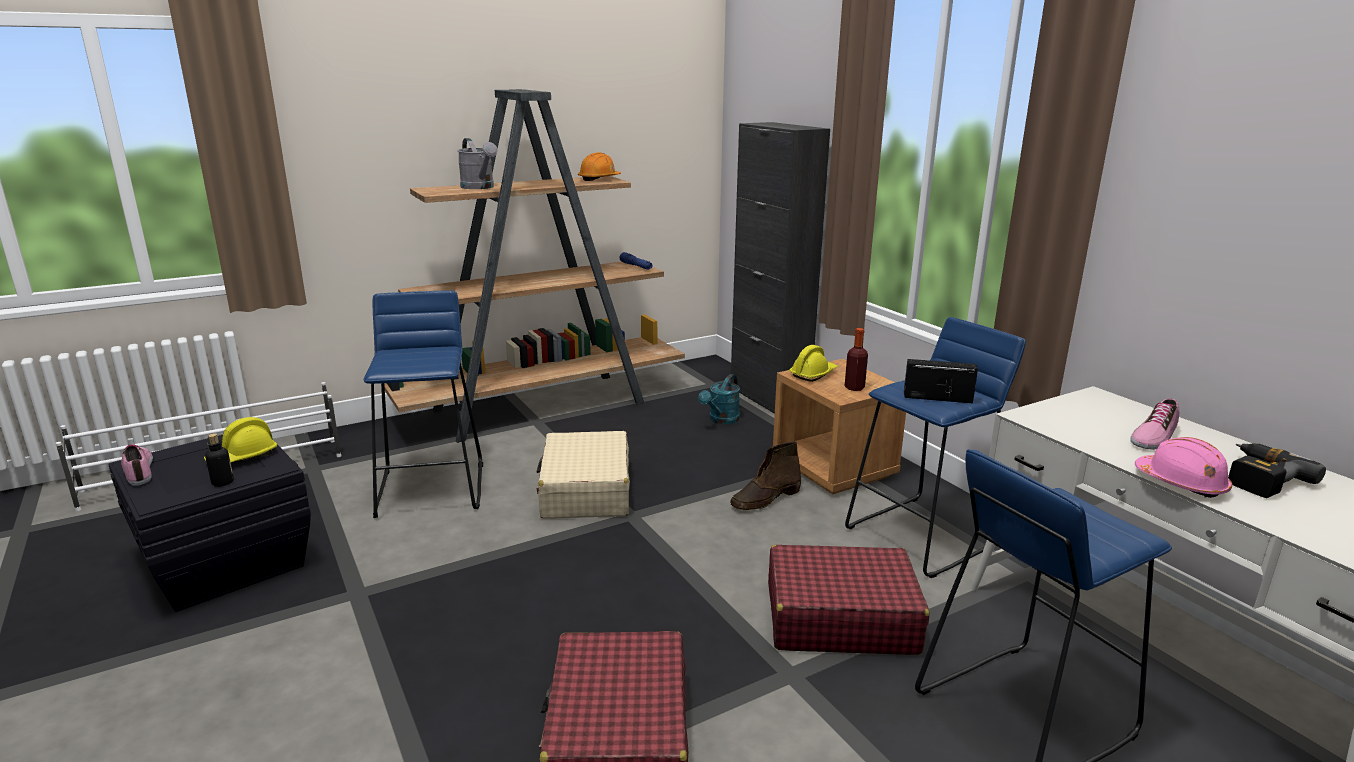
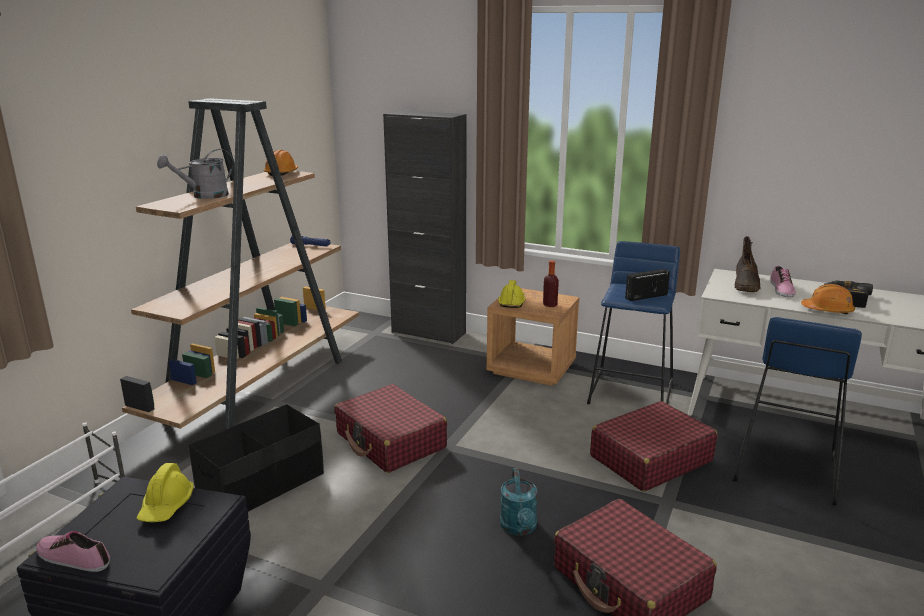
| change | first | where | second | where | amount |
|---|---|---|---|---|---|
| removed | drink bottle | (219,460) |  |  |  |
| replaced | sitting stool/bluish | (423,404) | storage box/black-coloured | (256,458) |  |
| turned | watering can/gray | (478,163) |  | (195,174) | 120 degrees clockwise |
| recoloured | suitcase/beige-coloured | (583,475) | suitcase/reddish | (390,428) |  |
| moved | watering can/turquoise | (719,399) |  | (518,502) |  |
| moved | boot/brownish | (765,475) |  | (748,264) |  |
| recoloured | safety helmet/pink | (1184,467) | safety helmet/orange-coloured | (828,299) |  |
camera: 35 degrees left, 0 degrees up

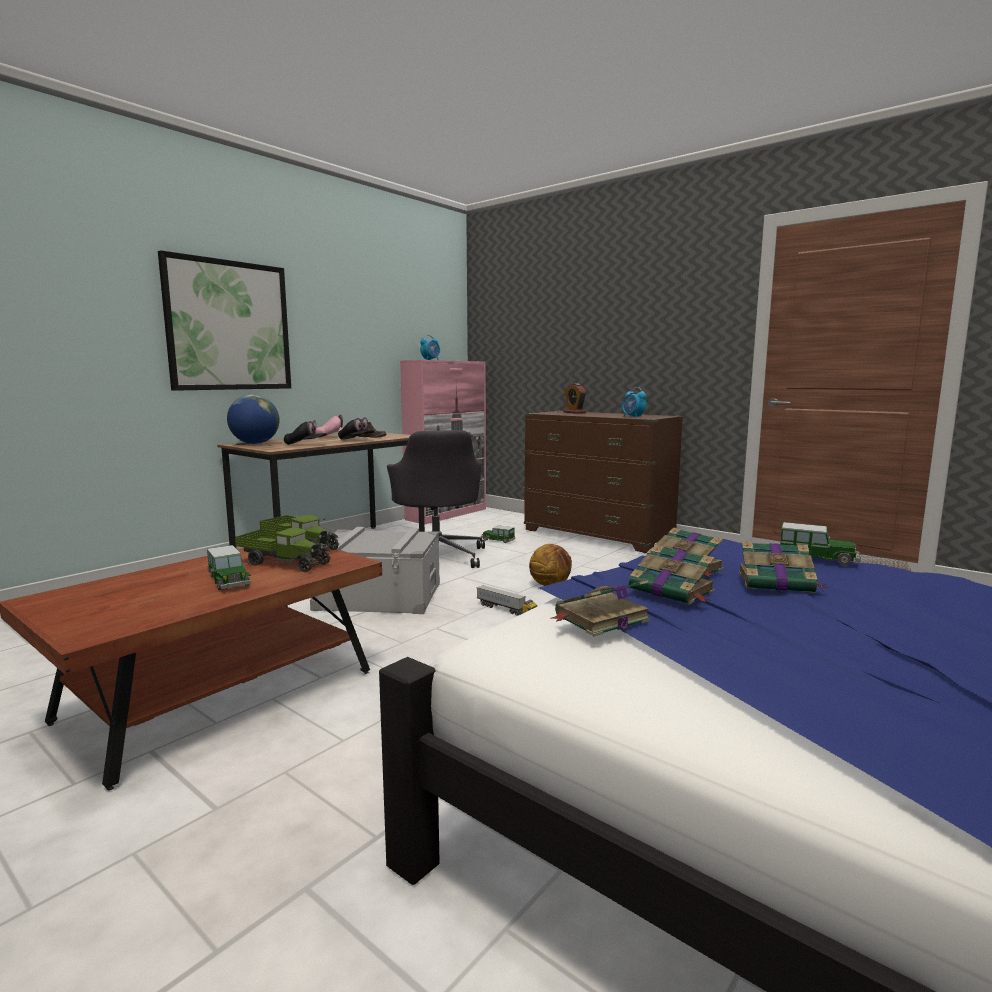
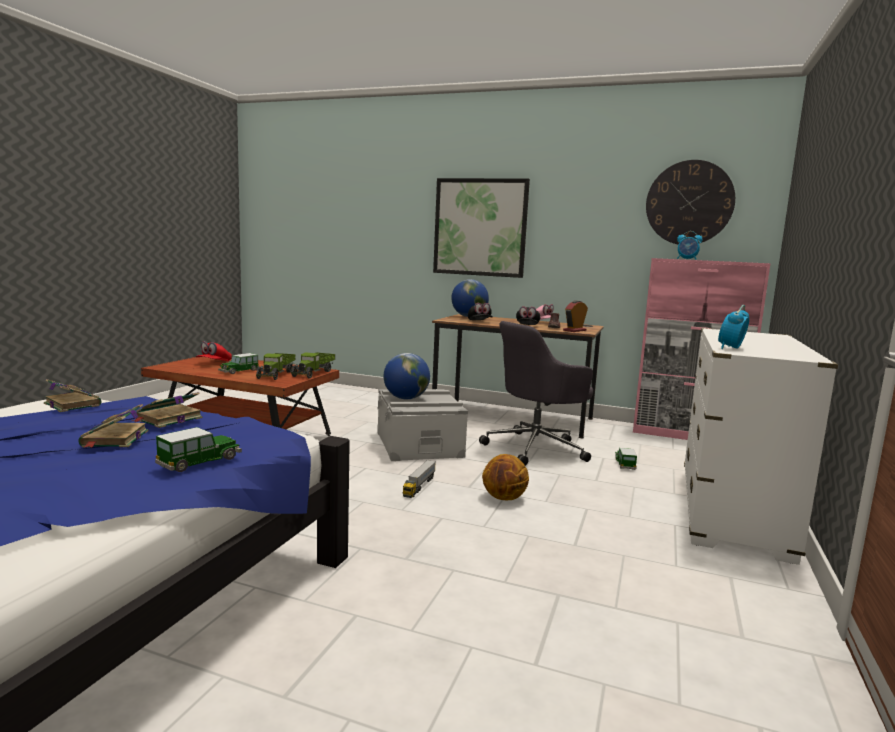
| change | first | where | second | where | amount |
|---|---|---|---|---|---|
| recoloured | drawer chest/brownish | (603,482) | drawer chest/white | (761,446) |  |
| moved | alarm clock | (575,398) |  | (575,316) |  |
| removed | book | (672,575) |  |  |  |
| turned | model car | (820,543) |  | (198,449) | 150 degrees counterclockwise |
| added |  |  | peaked cap/reddish | (214,351) |  |
| added |  |  | globe | (407,376) |  |
| added |  |  | hanging clock | (690,202) |  |
camera: 70 degrees right, 0 degrees up

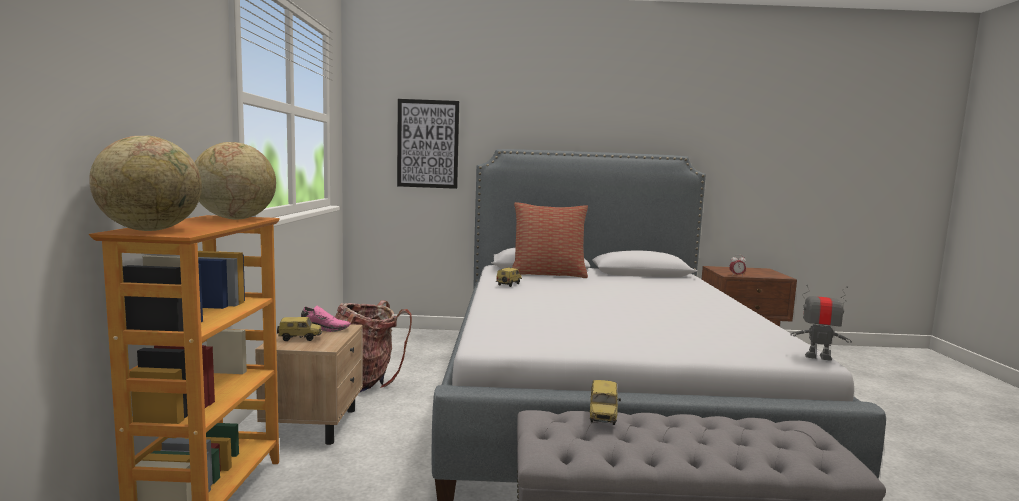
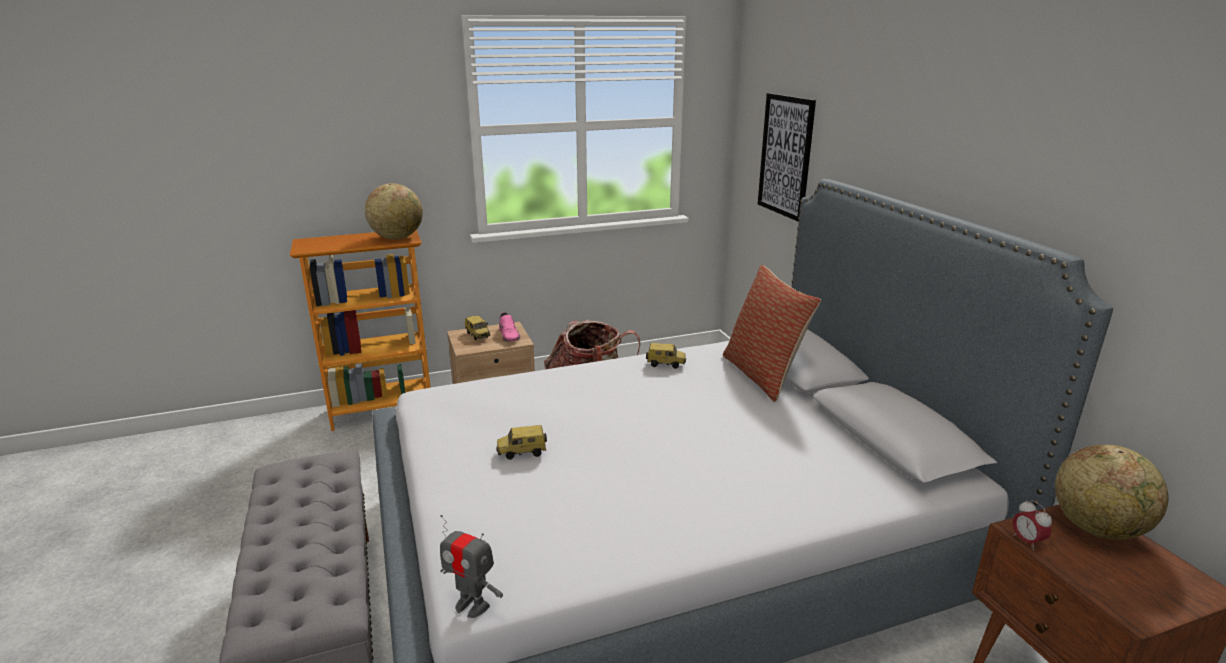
| change | first | where | second | where | amount |
|---|---|---|---|---|---|
| moved | globe | (145,183) |  | (1112,492) |  |
| moved | model car | (605,402) |  | (521,442) |  |
| turned | robot figure | (821,322) |  | (471,566) | 120 degrees clockwise |
camera: 70 degrees right, 15 degrees up

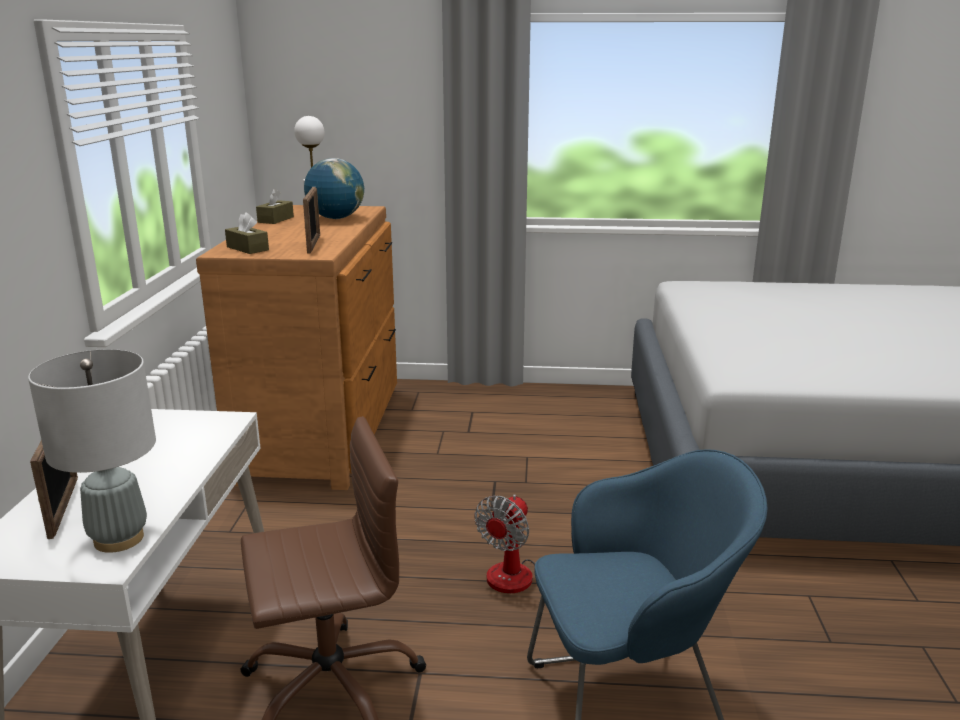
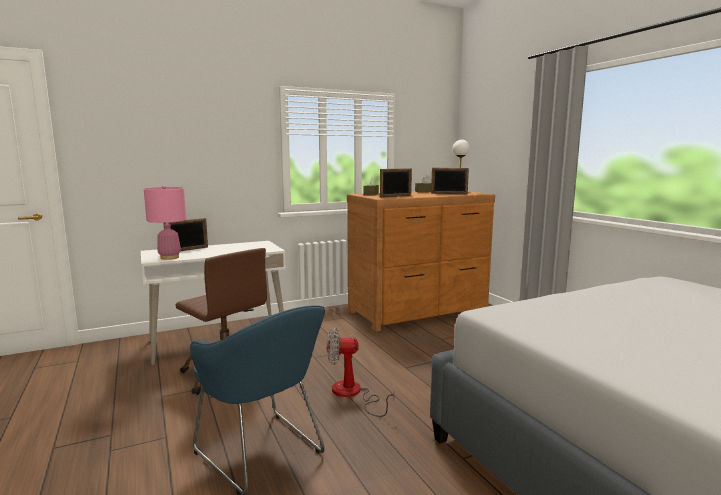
| change | first | where | second | where | amount |
|---|---|---|---|---|---|
| recoloured | tabletop lamp/gray | (92,451) | tabletop lamp/pink | (165,222) |  |
| replaced | globe | (334,188) | picture frame | (450,181) |  |
camera: 60 degrees right, 10 degrees down

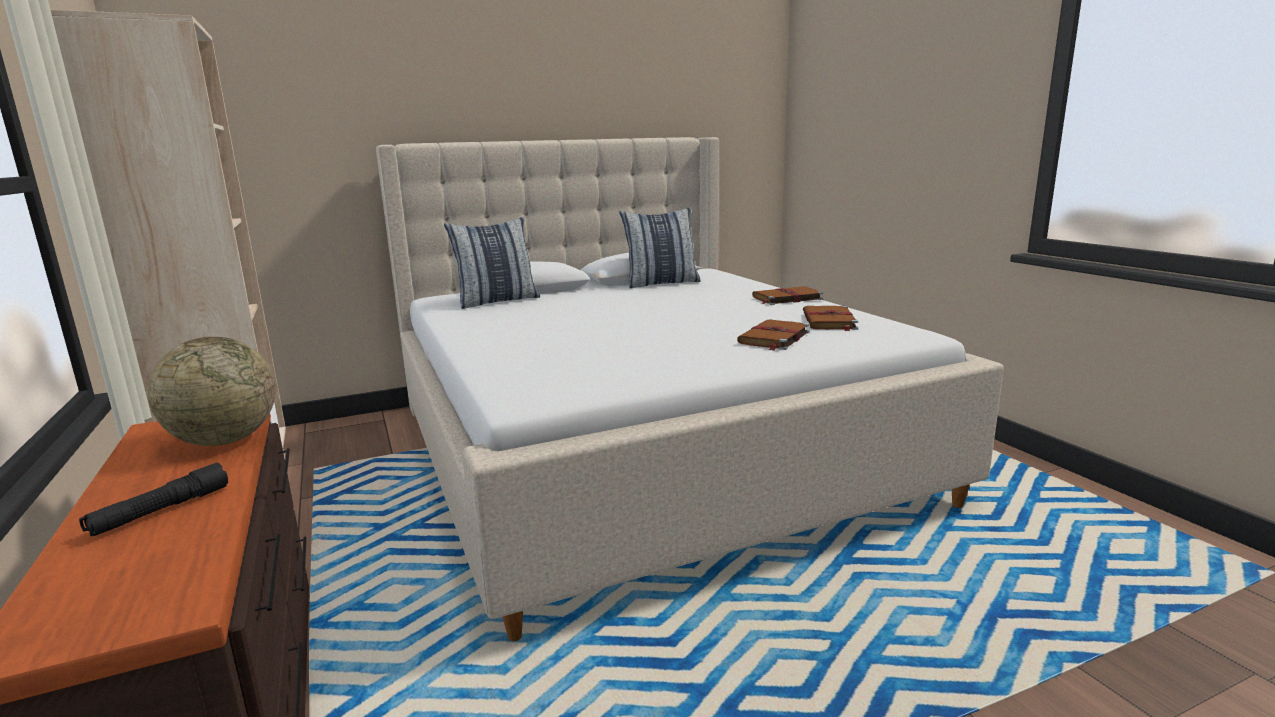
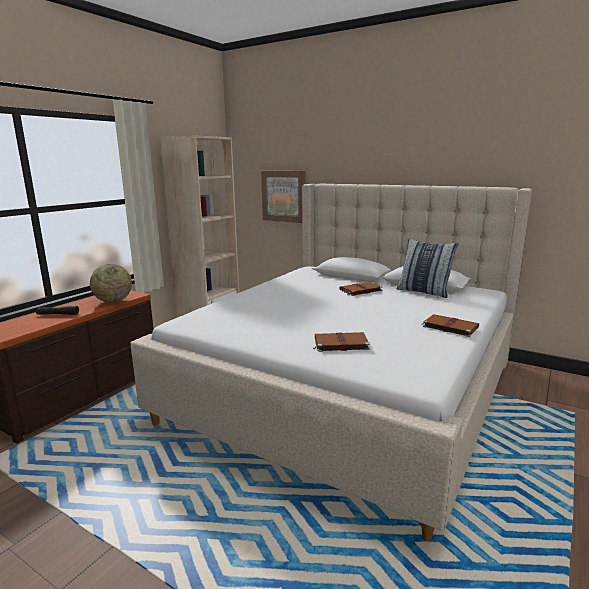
| change | first | where | second | where | amount |
|---|---|---|---|---|---|
| removed | pillow | (492,263) |  |  |  |
| moved | book/brownish | (830,318) |  | (361,289) |  |
| added |  |  | picture | (283,197) |  |
camera: 55 degrees right, 0 degrees up

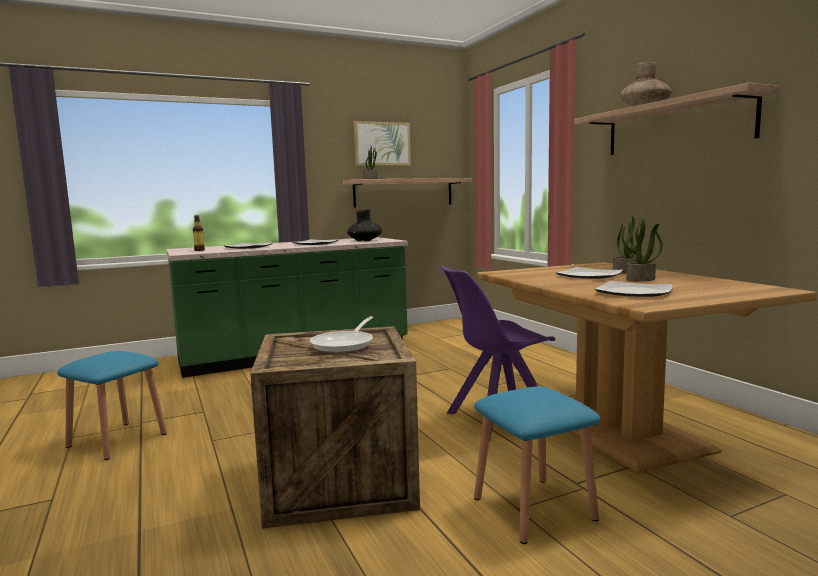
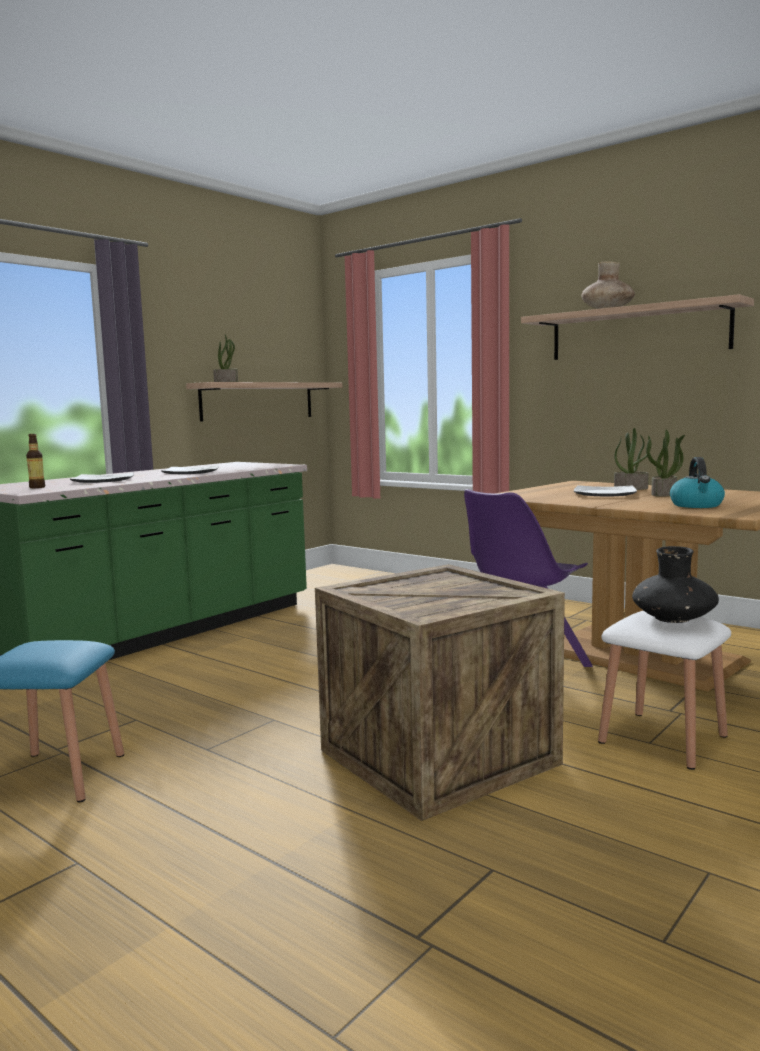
| change | first | where | second | where | amount |
|---|---|---|---|---|---|
| removed | frying pan | (341,334) |  |  |  |
| moved | vase/black-coloured | (364,225) |  | (675,584) |  |
| removed | picture | (382,143) |  |  |  |
| recoloured | sitting stool/bluish | (537,465) | sitting stool/white | (664,690) |  |
| replaced | flat dish | (634,289) | water kettle | (697,482) |  |
camera: 25 degrees left, 0 degrees up

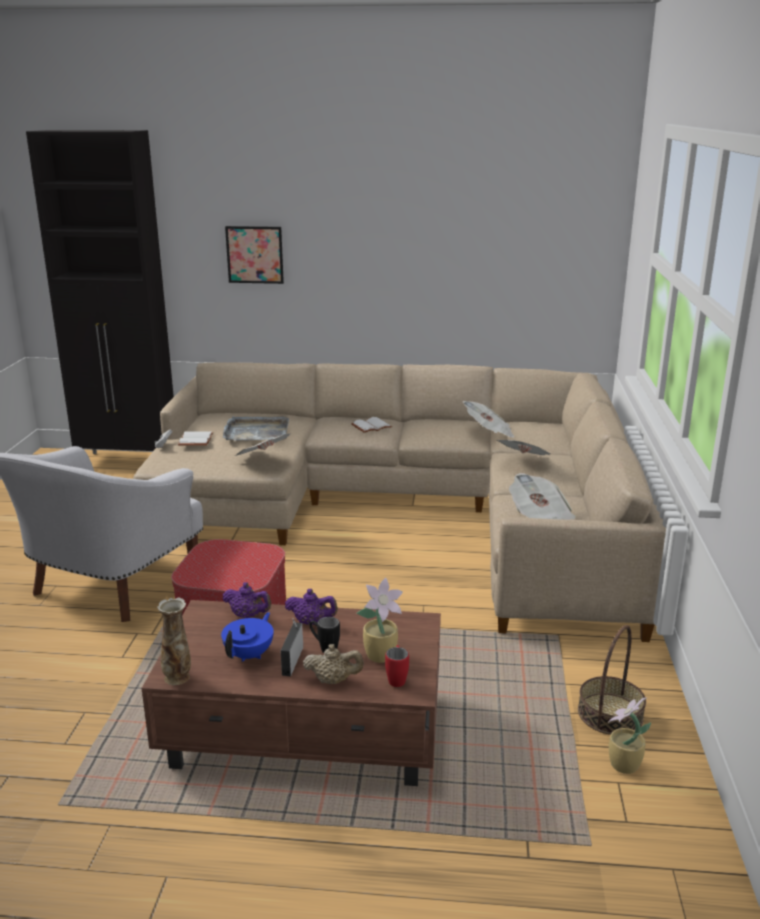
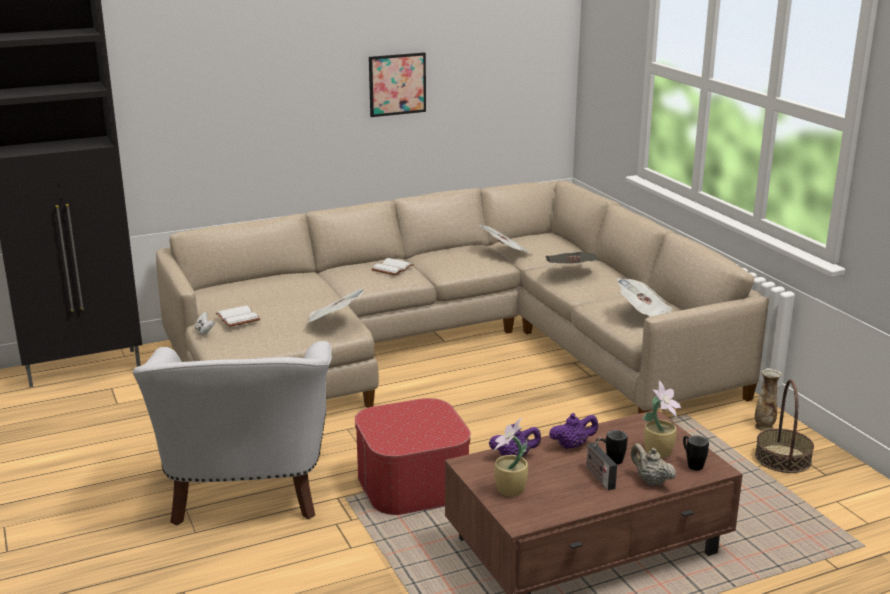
| change | first | where | second | where | amount |
|---|---|---|---|---|---|
| moved | vase | (174,641) |  | (768,399) |  |
| removed | teapot/bluish | (247,637) |  |  |  |
| removed | tray/gray | (256,428) |  |  |  |
| moved | picture | (254,255) |  | (397,85) |  |
| turned | teapot/beige-coloured | (333,664) |  | (653,464) | 105 degrees counterclockwise |
| recoloured | coffee mug/reddish | (397,666) | coffee mug/black-coloured | (696,453) |  |
| moved | potted plant | (629,736) |  | (511,457) |  |
camera: 30 degrees left, 0 degrees up

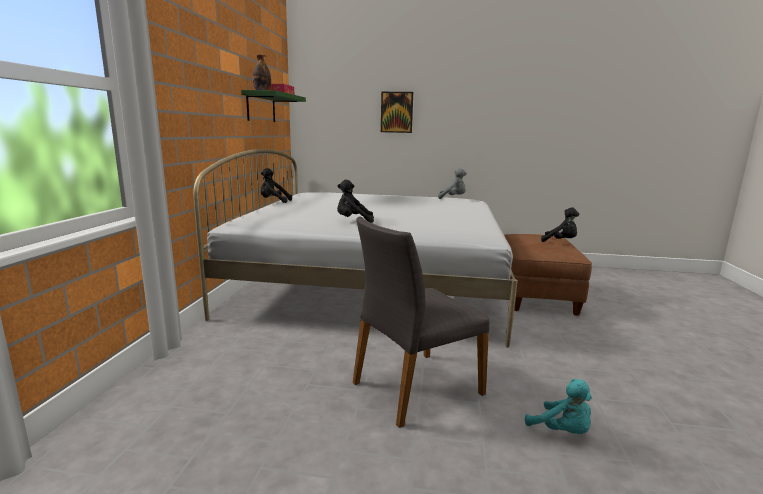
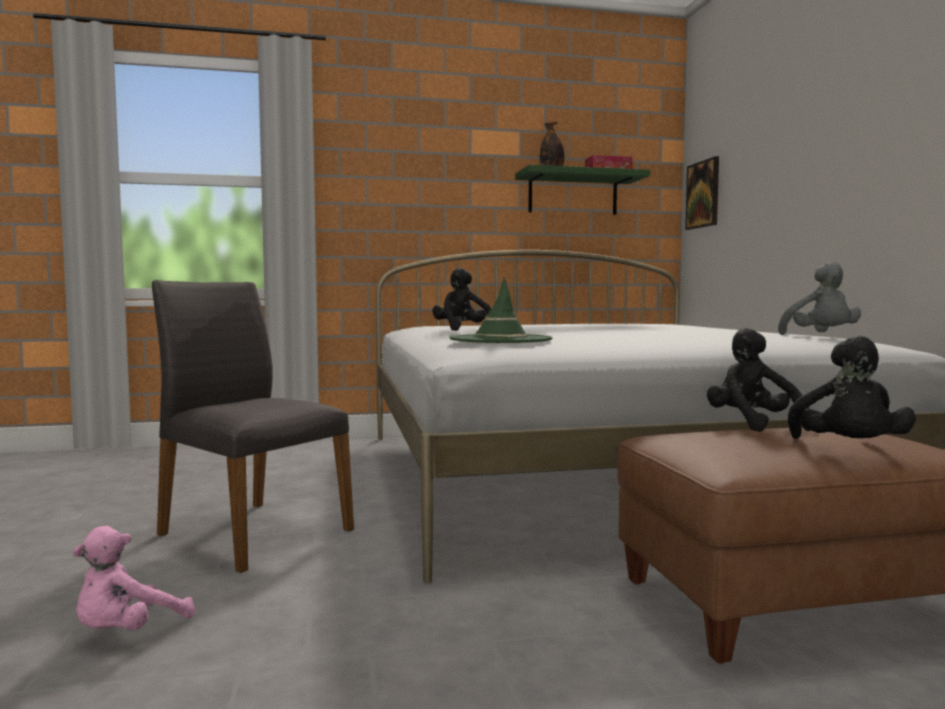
| change | first | where | second | where | amount |
|---|---|---|---|---|---|
| moved | cuddly toy/black-coloured | (276,185) |  | (758,380) |  |
| moved | picture | (397,112) |  | (702,193) |  |
| recoloured | cuddly toy/turquoise | (558,406) | cuddly toy/pink | (134,578) |  |
| added |  |  | hat/green-coloured | (500,310) |  |
camera: 70 degrees right, 10 degrees down

